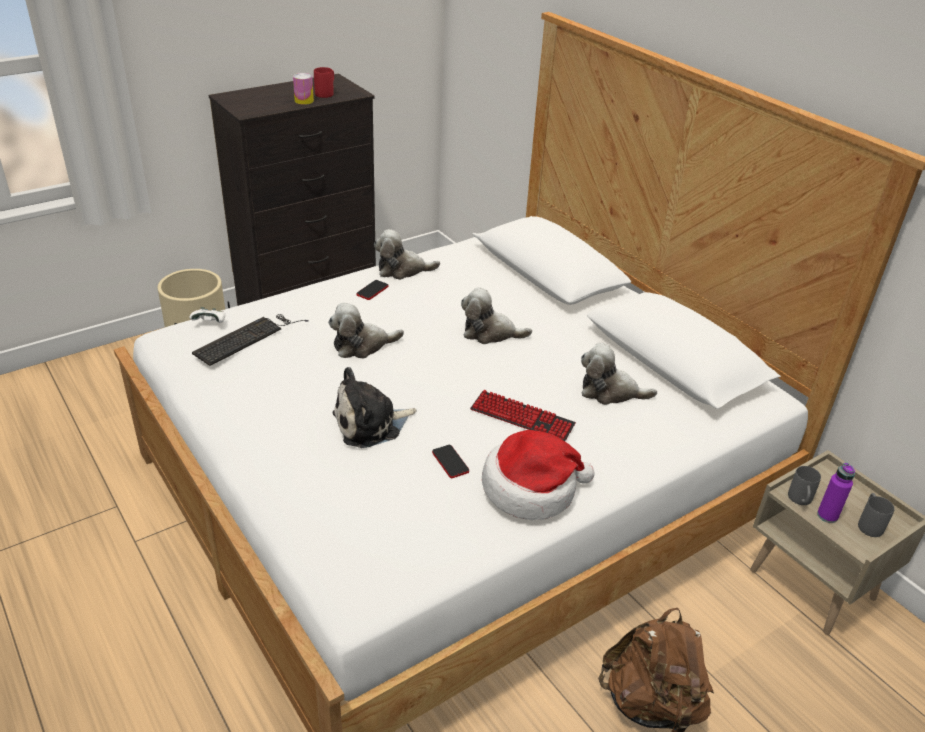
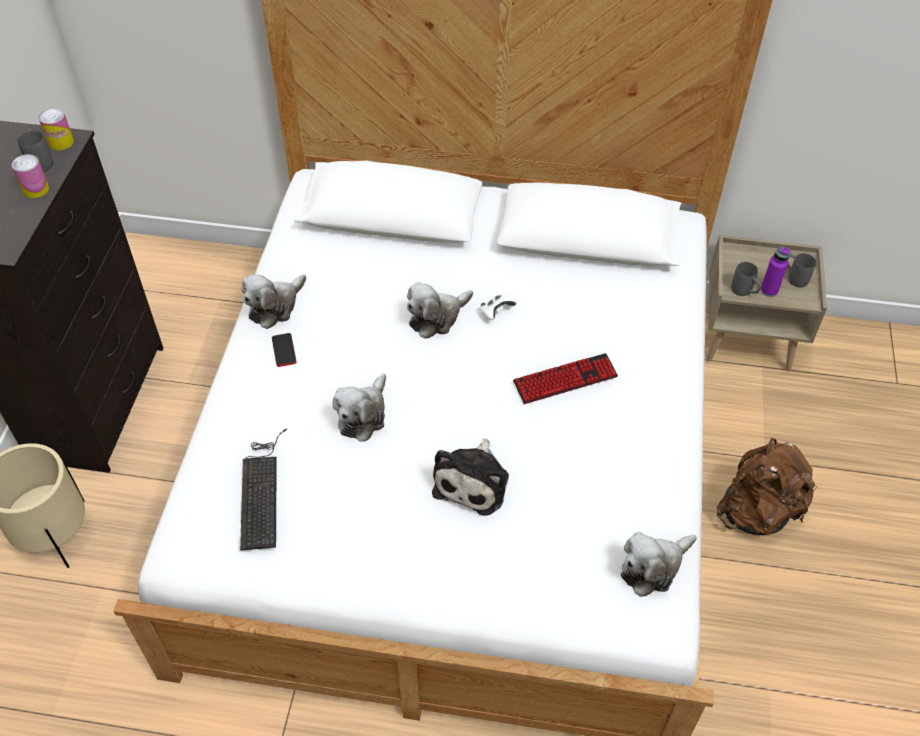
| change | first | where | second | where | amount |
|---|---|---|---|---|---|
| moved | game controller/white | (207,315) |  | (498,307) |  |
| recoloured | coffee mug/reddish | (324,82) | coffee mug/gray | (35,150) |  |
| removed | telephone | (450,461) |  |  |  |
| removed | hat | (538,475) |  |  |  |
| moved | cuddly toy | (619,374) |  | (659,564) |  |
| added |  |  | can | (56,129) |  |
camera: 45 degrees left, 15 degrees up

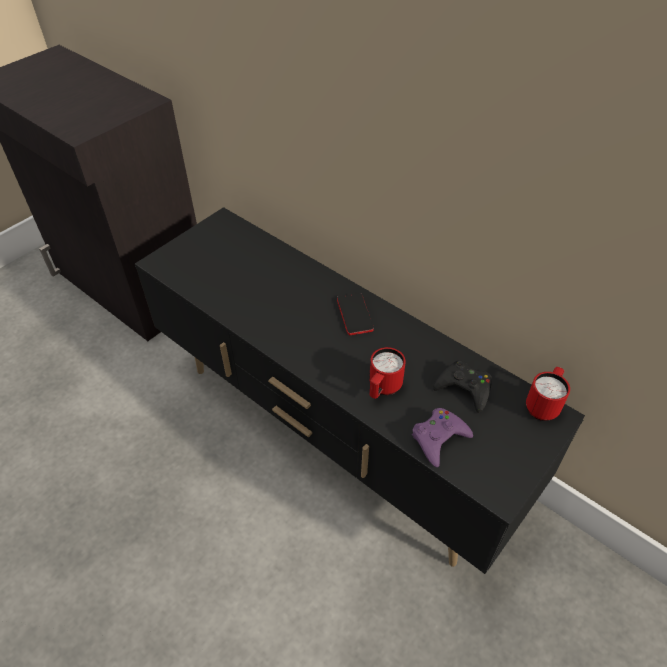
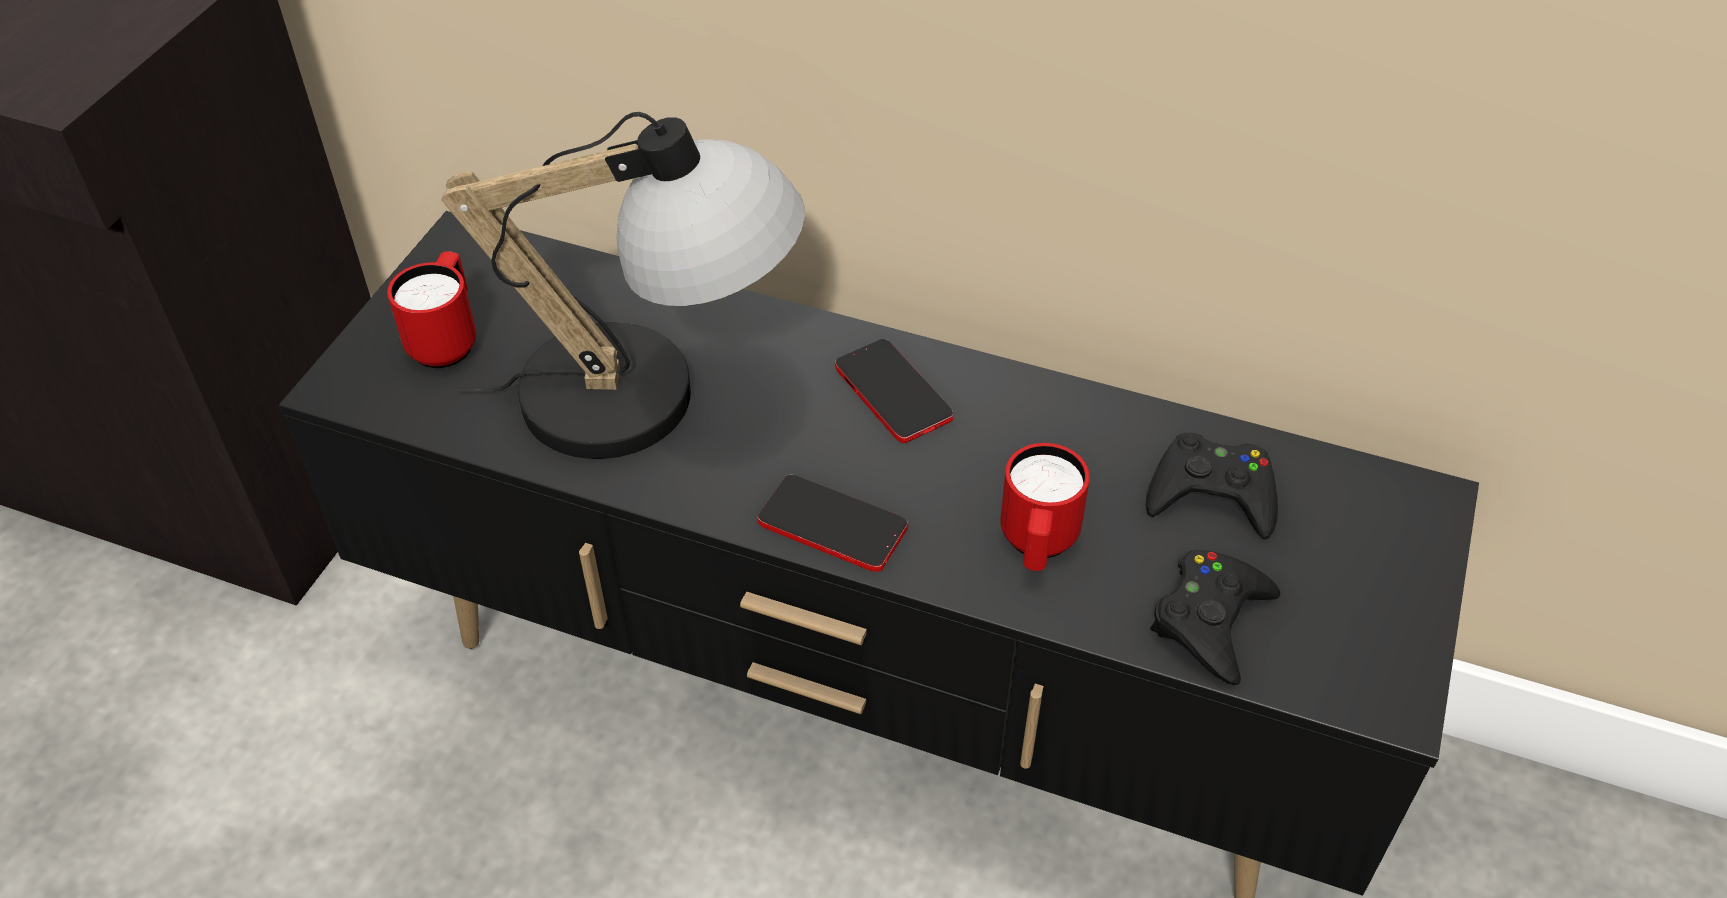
| change | first | where | second | where | amount |
|---|---|---|---|---|---|
| recoloured | game controller/purplish | (442,438) | game controller/black-coloured | (1215,617) |  |
| moved | coffee mug/reddish | (548,394) |  | (431,309) |  |
| added |  |  | tabletop lamp | (623,285) |  |
| added |  |  | telephone | (832,523) |  |
camera: 20 degrees left, 0 degrees up

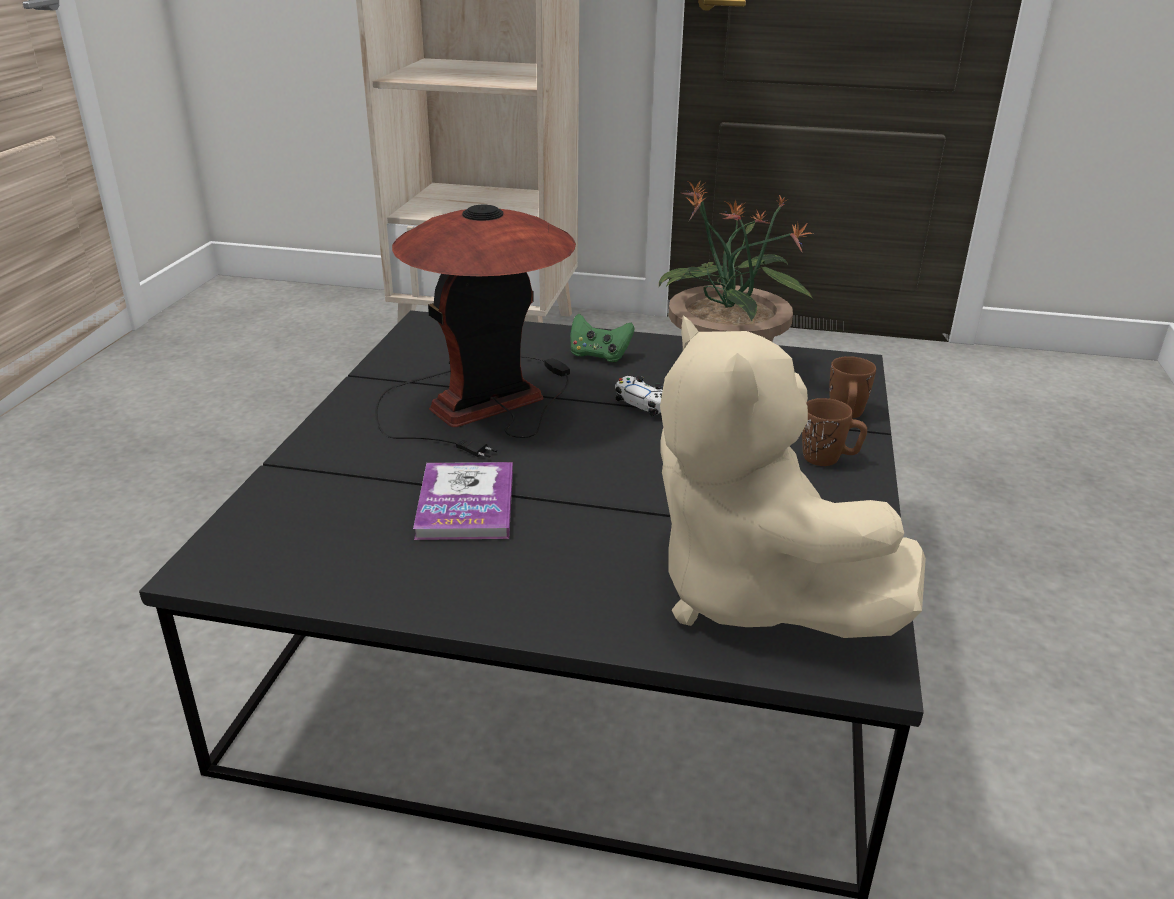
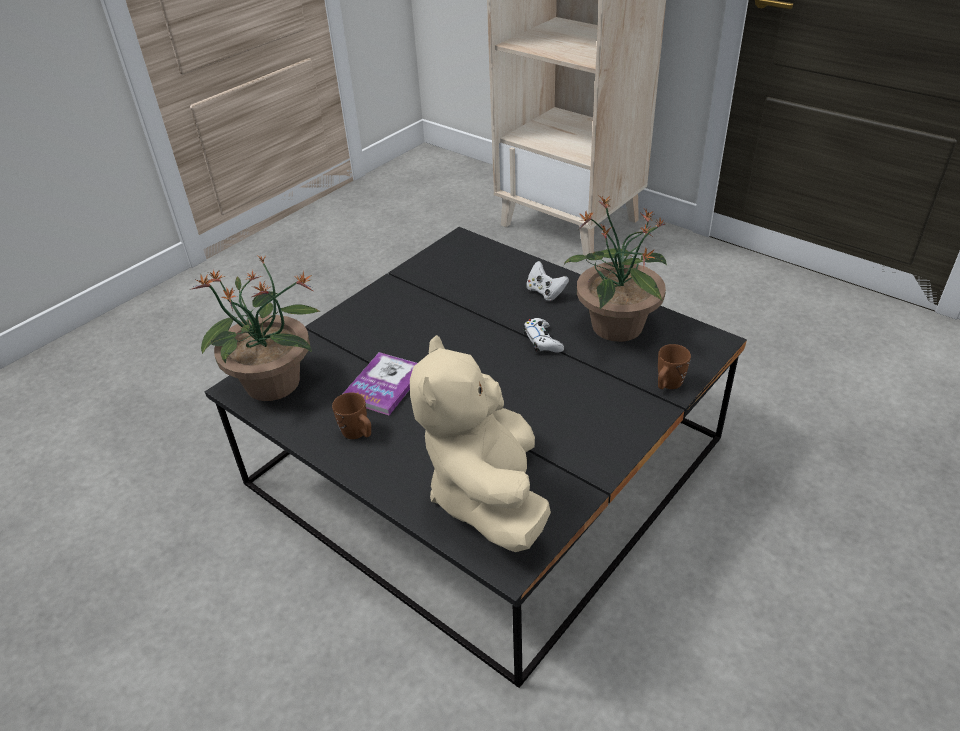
| change | first | where | second | where | amount |
|---|---|---|---|---|---|
| removed | tabletop lamp | (475,331) |  |  |  |
| recoloured | game controller/green-coloured | (602,338) | game controller/white | (547,281) |  |
| moved | coffee mug/brownish | (834,432) |  | (351,415) |  |
| added |  |  | potted plant | (255,328) |  |
camera: 30 degrees right, 10 degrees up

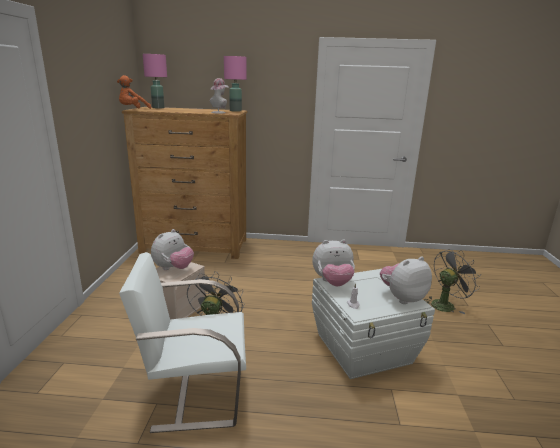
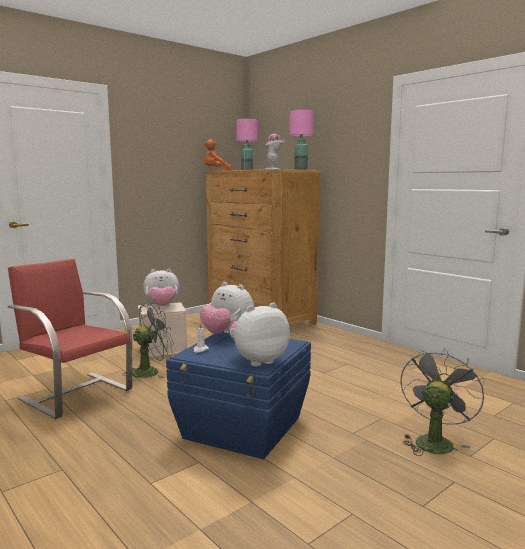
| change | first | where | second | where | amount |
|---|---|---|---|---|---|
| recoloured | plain chair/white | (182,342) | plain chair/reddish | (70,339) |  |
| recoloured | storage box/white | (373,324) | storage box/bluish | (238,395) |  |
| turned | cuddly toy | (406,280) |  | (259,335) | 45 degrees counterclockwise |
| turned | cooling fan/gray | (452,281) |  | (442,402) | 75 degrees counterclockwise |
camera: 45 degrees right, 10 degrees down

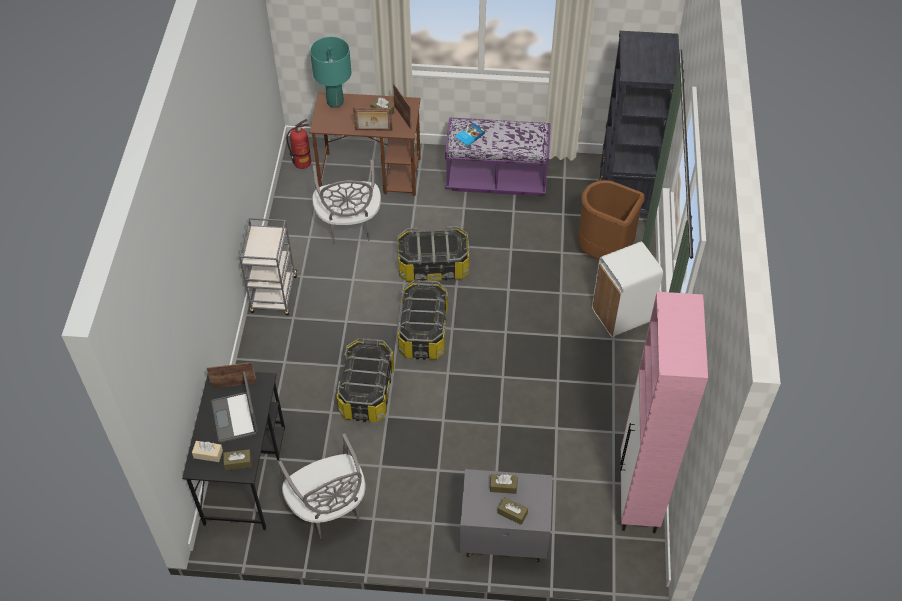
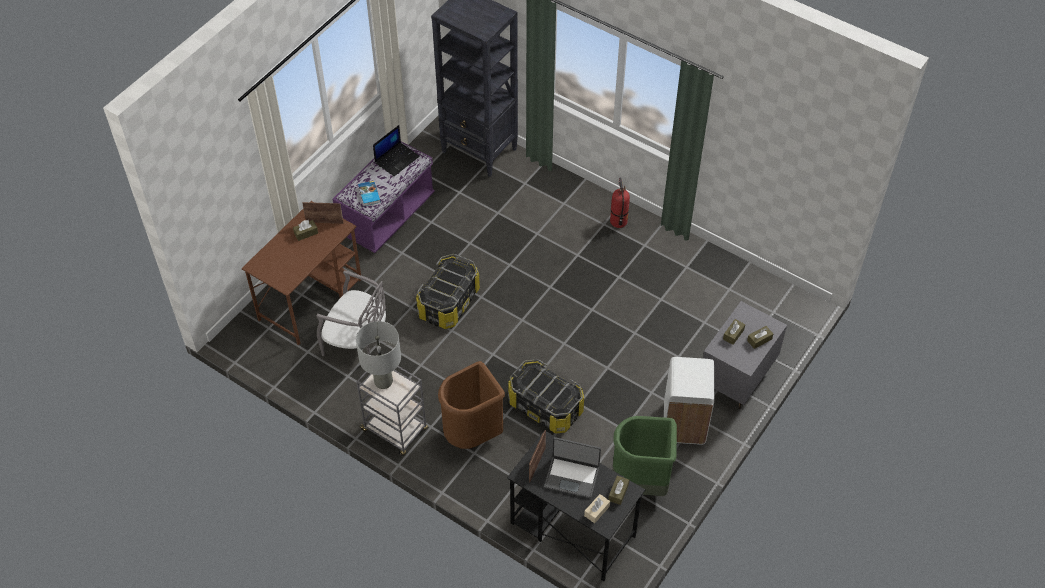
| change | first | where | second | where | amount |
|---|---|---|---|---|---|
| replaced | plain chair/gray | (321,486) | rubbish bin/green-coloured | (644,456) |  |
| moved | extinguisher | (298,144) |  | (620,203) |  |
| removed | tabletop lamp/turquoise | (330,72) |  |  |  |
| removed | picture frame | (373,119) |  |  |  |
| removed | storage box | (423,320) |  |  |  |
| moved | rubbish bin/brownish | (611,220) |  | (471,405) |  |
| moved | rubbish bin/white | (627,289) |  | (689,401) |  |
| removed | cabinet/pink | (664,412) |  |  |  |
| added |  |  | tabletop lamp/gray | (378,355) |  |
| added |  |  | laptop | (396,150) |  |
camera: 60 degrees left, 0 degrees up

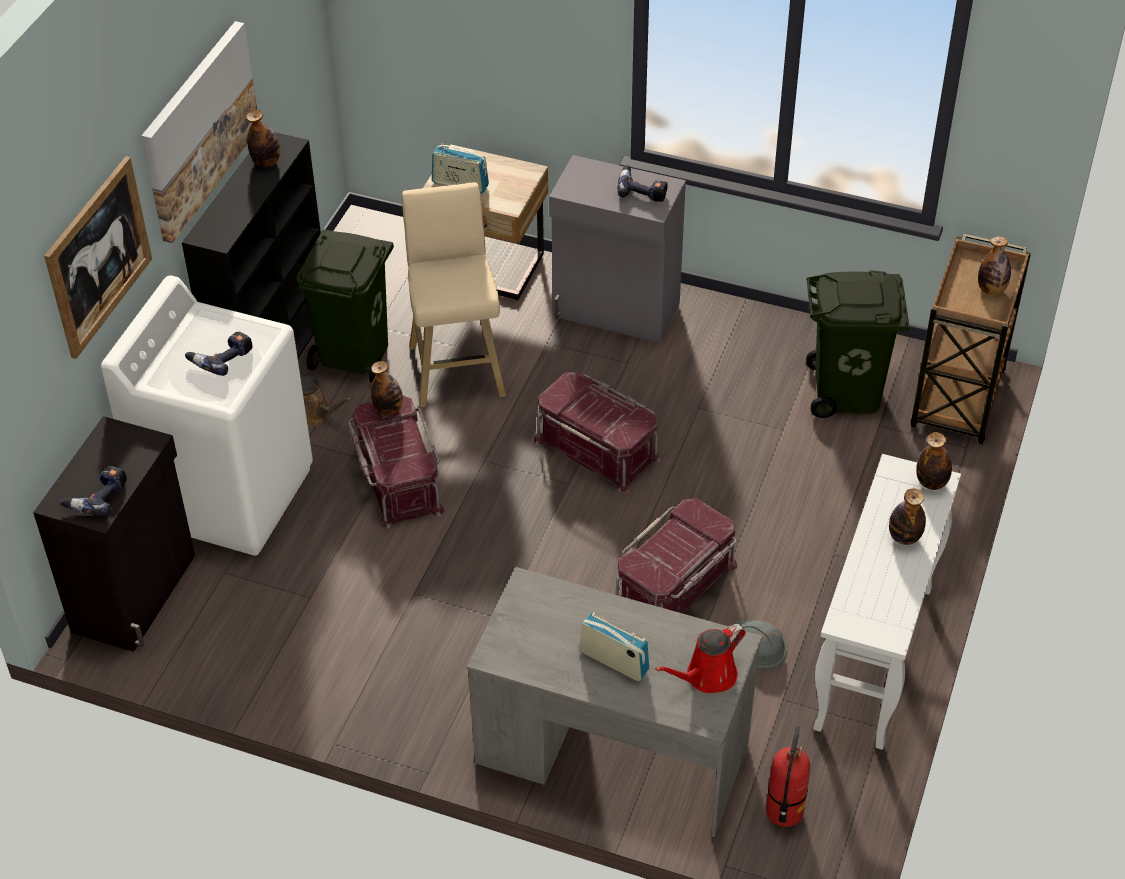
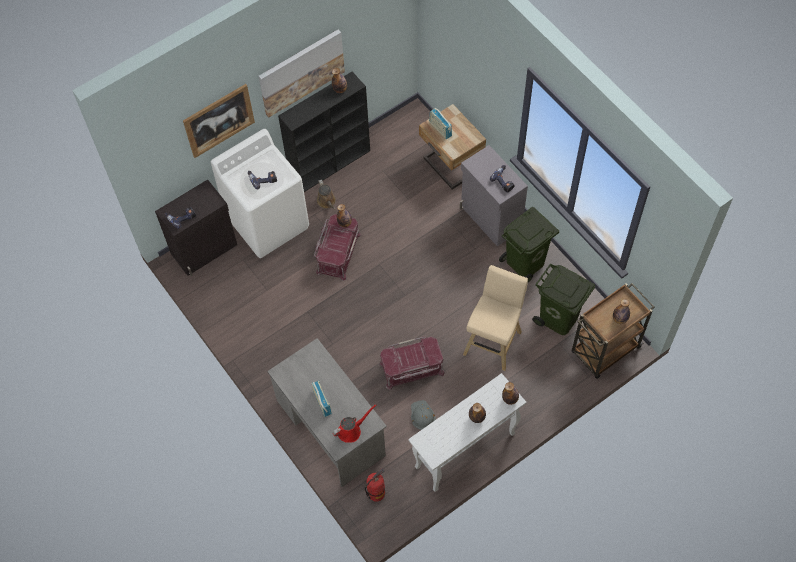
| change | first | where | second | where | amount |
|---|---|---|---|---|---|
| moved | rubbish bin/green-coloured | (345,305) |  | (529,244) |  |
| moved | sitting stool/beige-coloured | (454,294) |  | (495,318) |  |
| removed | storage box/reddish | (597,432) |  |  |  |
| turned | watering can/reddish | (700,658) |  | (355,423) | 150 degrees clockwise |
camera: 35 degrees right, 15 degrees up

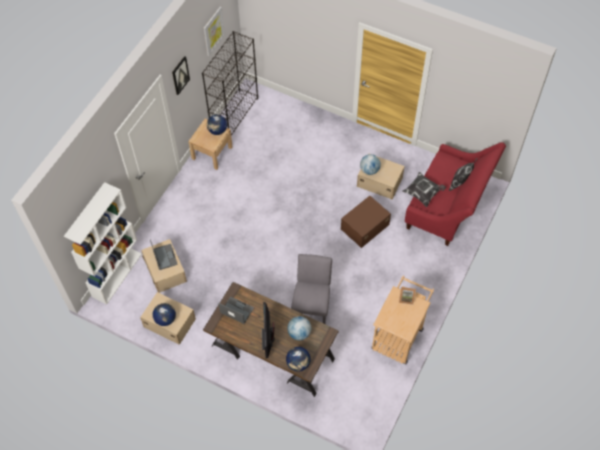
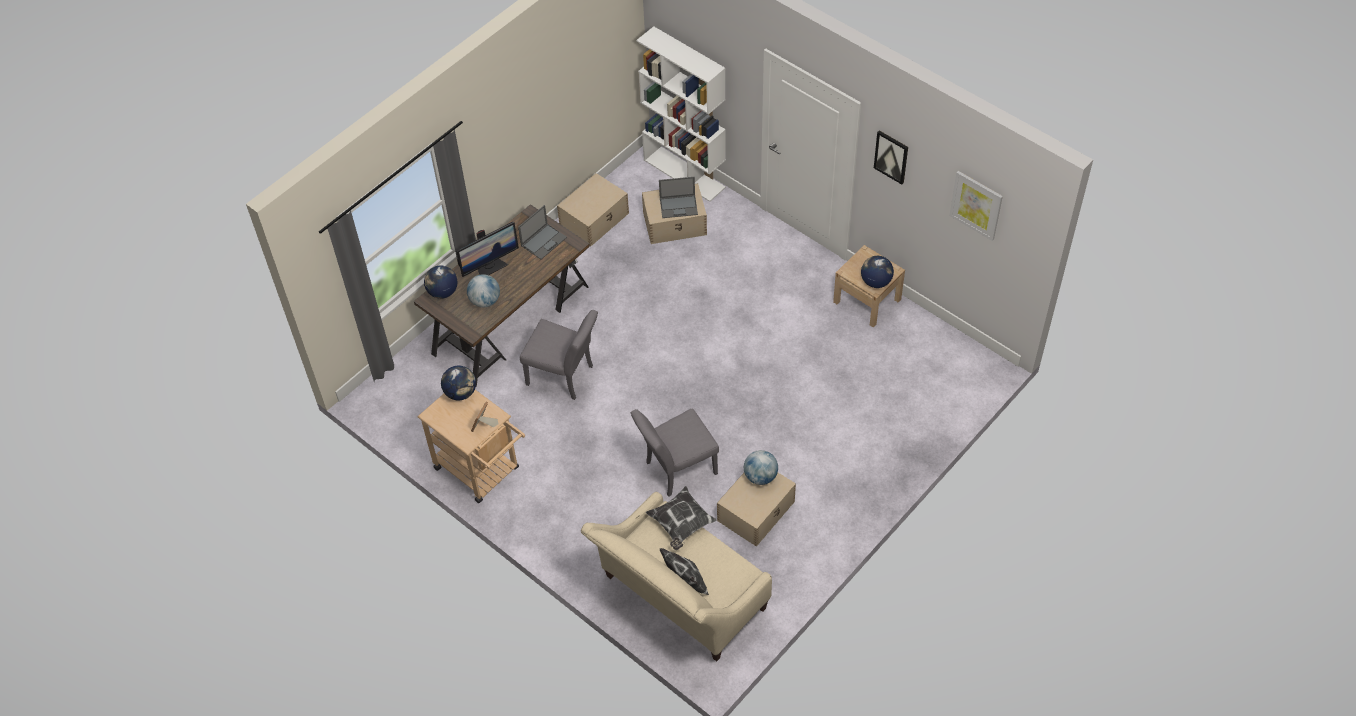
| change | first | where | second | where | amount |
|---|---|---|---|---|---|
| moved | globe | (164,314) |  | (458,383) |  |
| removed | shelving unit/black-coloured | (230,83) |  |  |  |
| turned | computer screen | (268,330) |  | (488,249) | 135 degrees clockwise |
| replaced | storage box/brownish | (366,222) | plain chair/gray | (675,452) |  |
| recoloured | settee/reddish | (455,194) | settee/beige-coloured | (676,577) |  |
camera: 105 degrees right, 5 degrees down

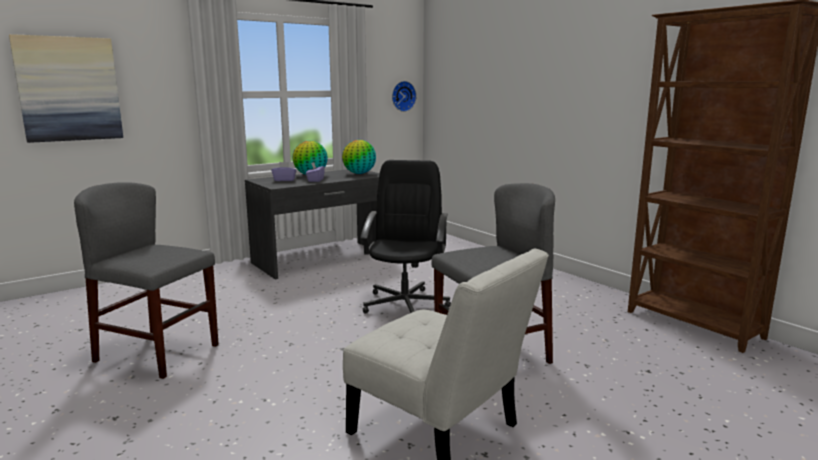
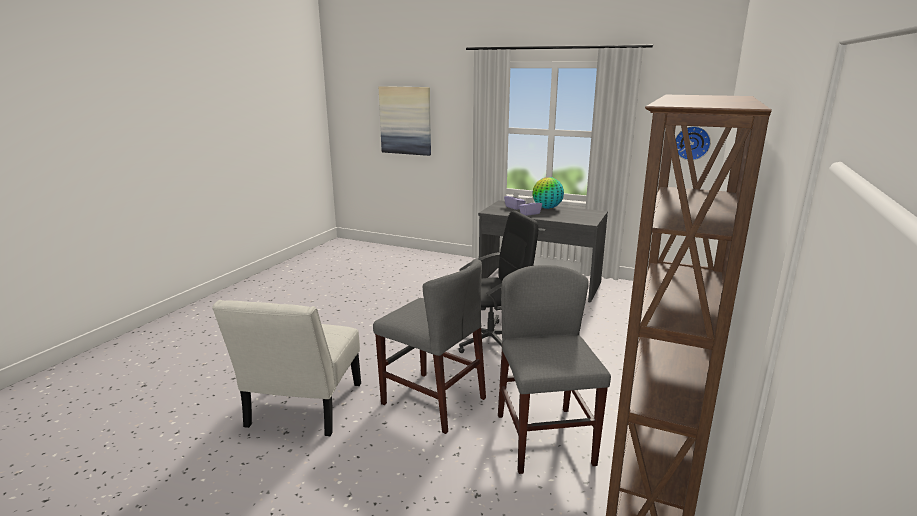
| change | first | where | second | where | amount |
|---|---|---|---|---|---|
| moved | plain chair/gray | (146,280) |  | (554,369) |  |
| removed | globe | (359,157) |  |  |  |
camera: 60 degrees right, 5 degrees up

